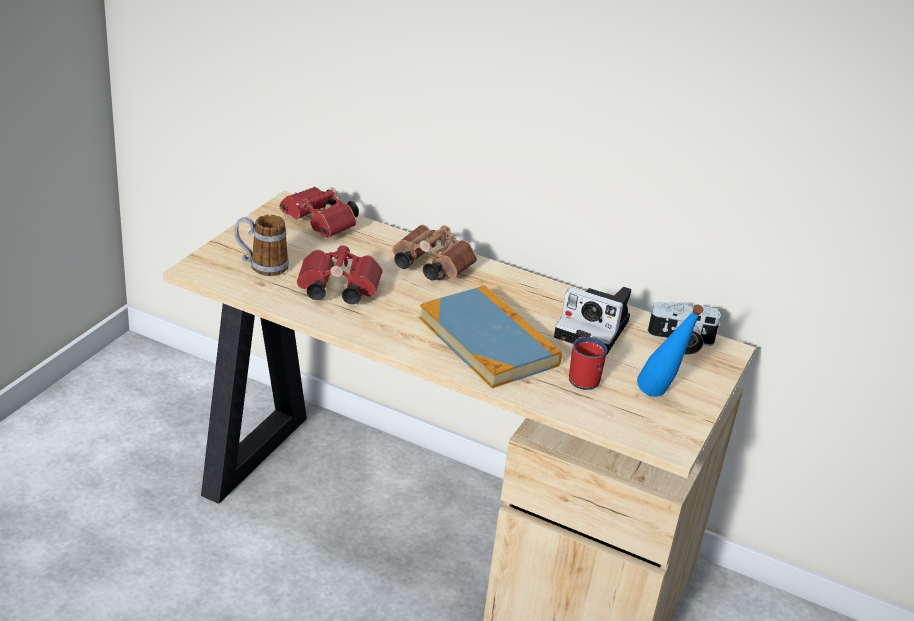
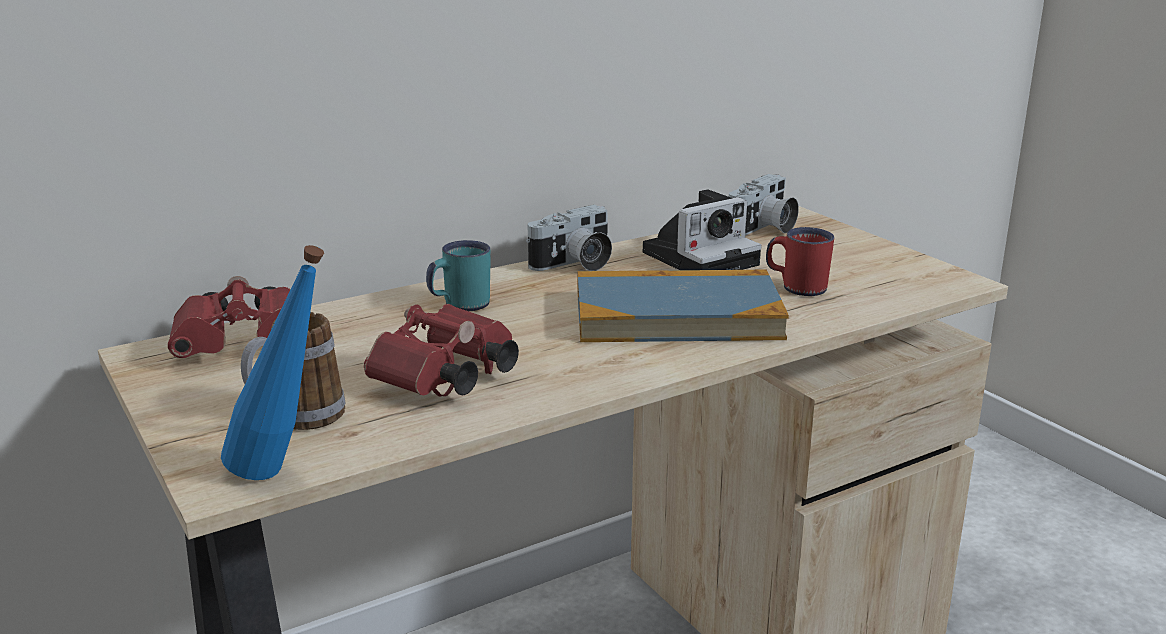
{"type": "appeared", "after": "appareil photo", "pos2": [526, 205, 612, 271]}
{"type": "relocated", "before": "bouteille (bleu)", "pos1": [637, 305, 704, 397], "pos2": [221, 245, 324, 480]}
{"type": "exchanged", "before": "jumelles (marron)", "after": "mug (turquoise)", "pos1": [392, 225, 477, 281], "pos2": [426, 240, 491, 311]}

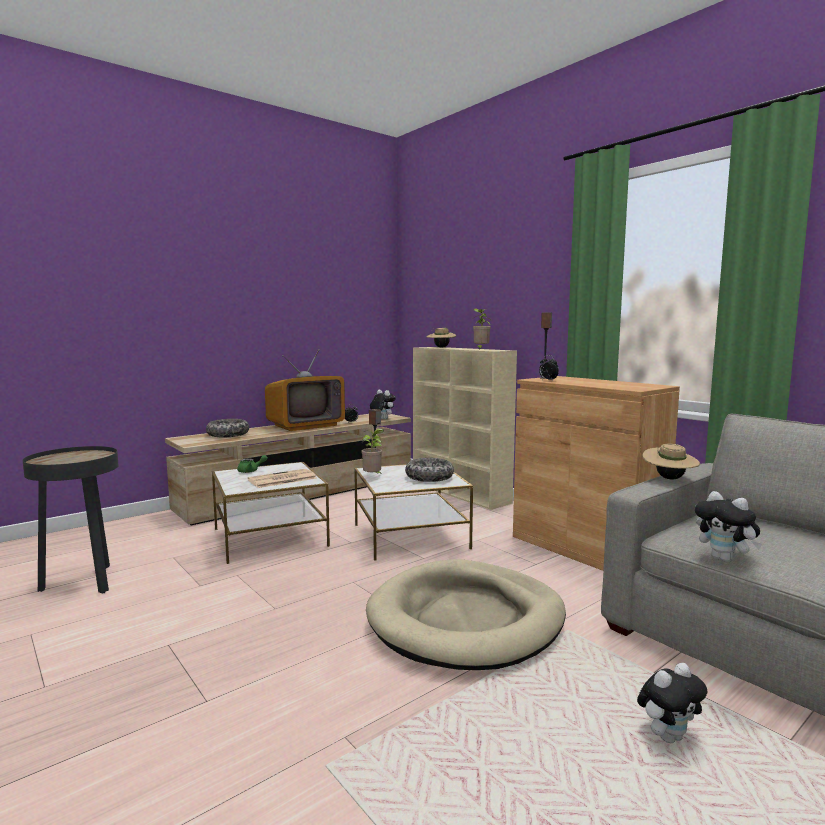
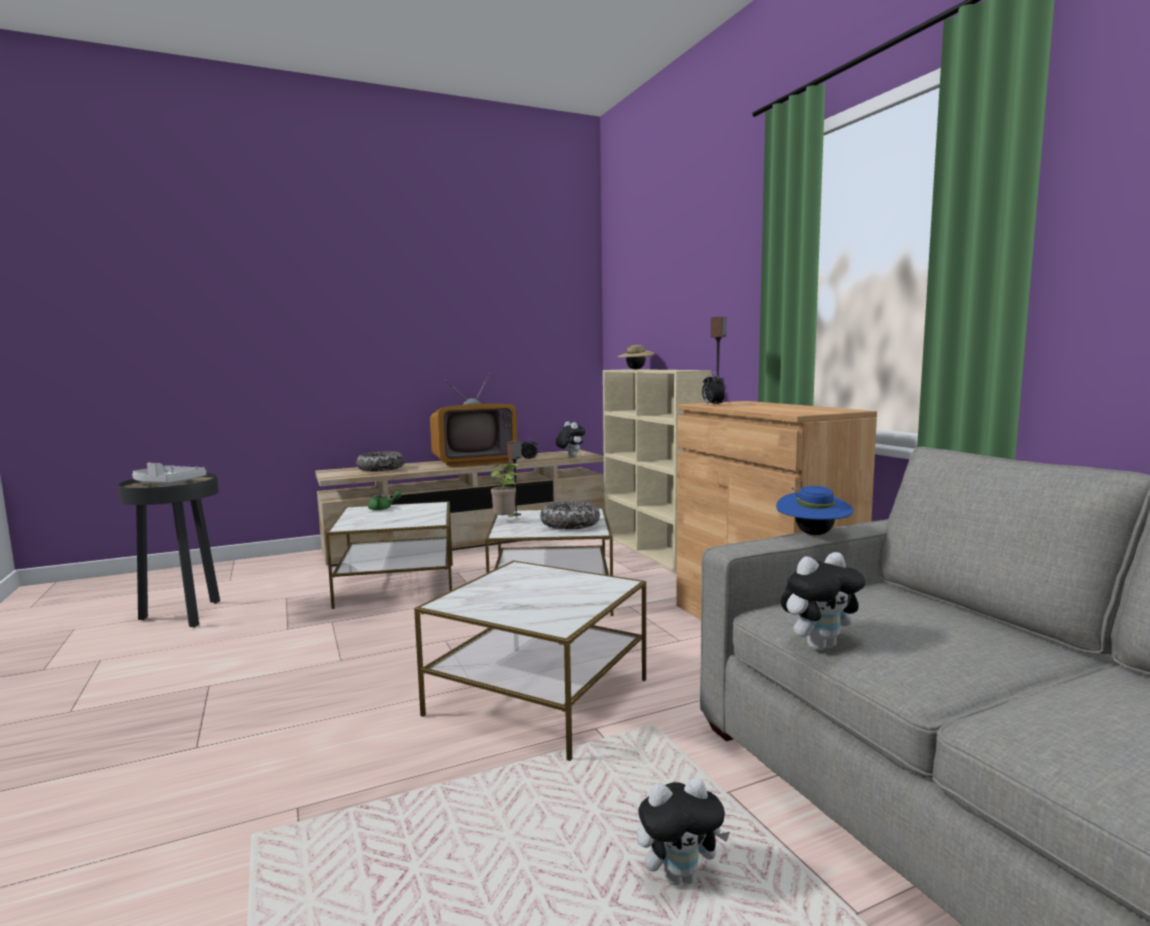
{"type": "missing", "before": "journal", "pos1": [248, 469, 317, 488]}
{"type": "missing", "before": "plante en pot", "pos1": [473, 309, 491, 349]}
{"type": "appeared", "after": "plateau (gris)", "pos2": [132, 463, 206, 484]}
{"type": "exchanged", "before": "panier pour chien (beige)", "after": "table d'appoint", "pos1": [366, 559, 566, 670], "pos2": [414, 560, 646, 761]}
{"type": "colour", "before": "chapeau (beige)", "after": "chapeau (bleu)", "pos1": [643, 444, 700, 480], "pos2": [776, 486, 853, 535]}
{"type": "spun", "before": "peluche", "pos1": [695, 491, 762, 562], "pos2": [781, 552, 865, 650], "turn": -90}

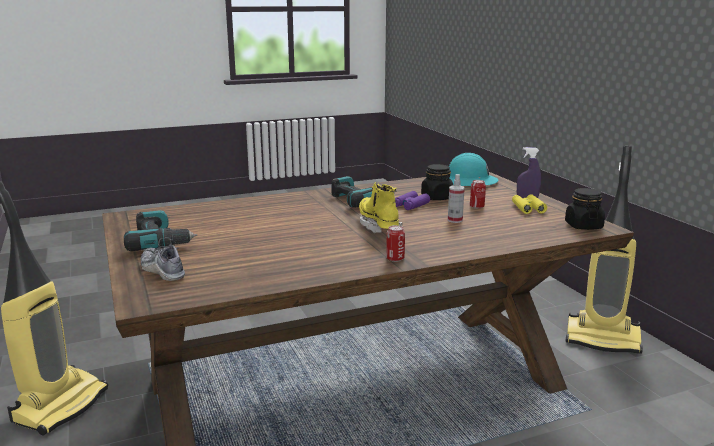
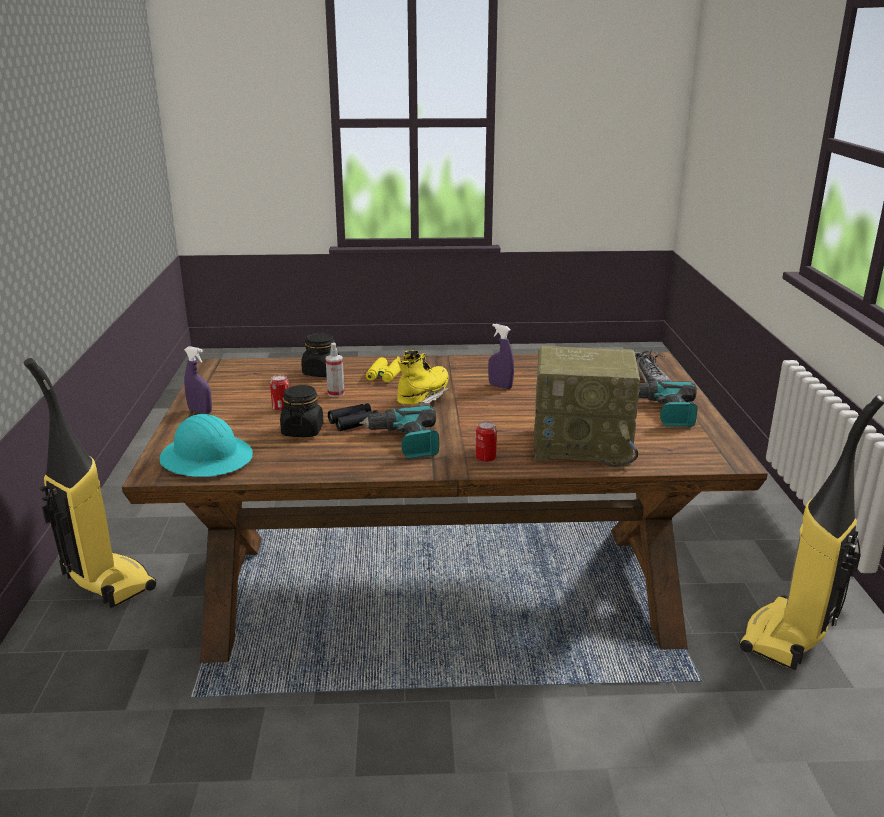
{"type": "appeared", "after": "vaporisateur (violet)", "pos2": [488, 324, 514, 389]}
{"type": "appeared", "after": "radio", "pos2": [533, 346, 640, 467]}
{"type": "relocated", "before": "boîte métallique", "pos1": [386, 225, 405, 262], "pos2": [476, 421, 497, 462]}
{"type": "relocated", "before": "jumelles (jaune)", "pos1": [512, 195, 547, 214], "pos2": [366, 357, 402, 382]}
{"type": "relocated", "before": "bocal (noir)", "pos1": [565, 188, 605, 230], "pos2": [301, 332, 339, 377]}
{"type": "colour", "before": "jumelles (violet)", "after": "jumelles (noir)", "pos1": [395, 191, 430, 210], "pos2": [328, 403, 379, 431]}
{"type": "spun", "before": "botte (jaune)", "pos1": [359, 182, 403, 233], "pos2": [397, 350, 449, 406], "turn": -150}

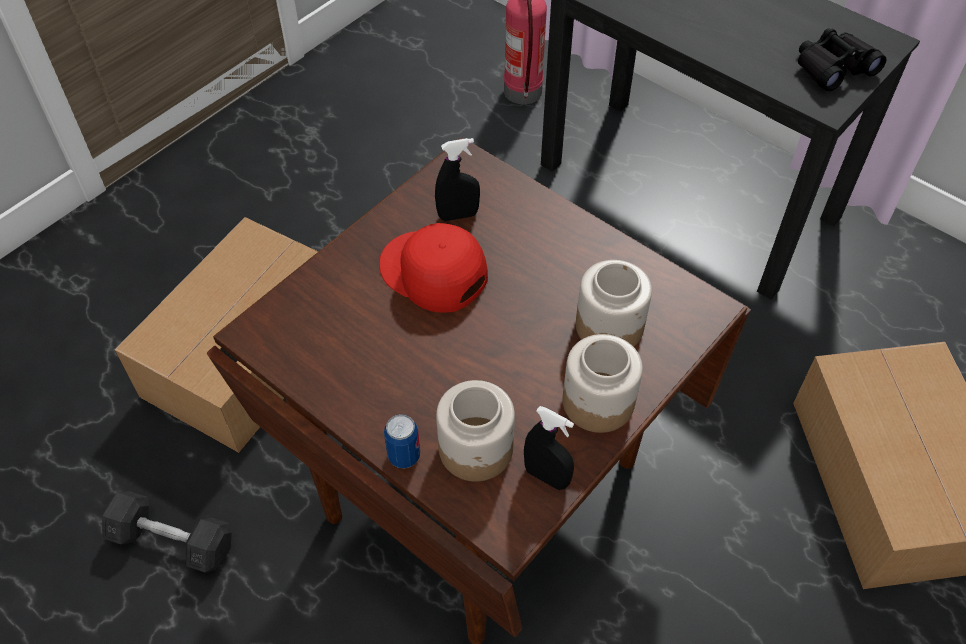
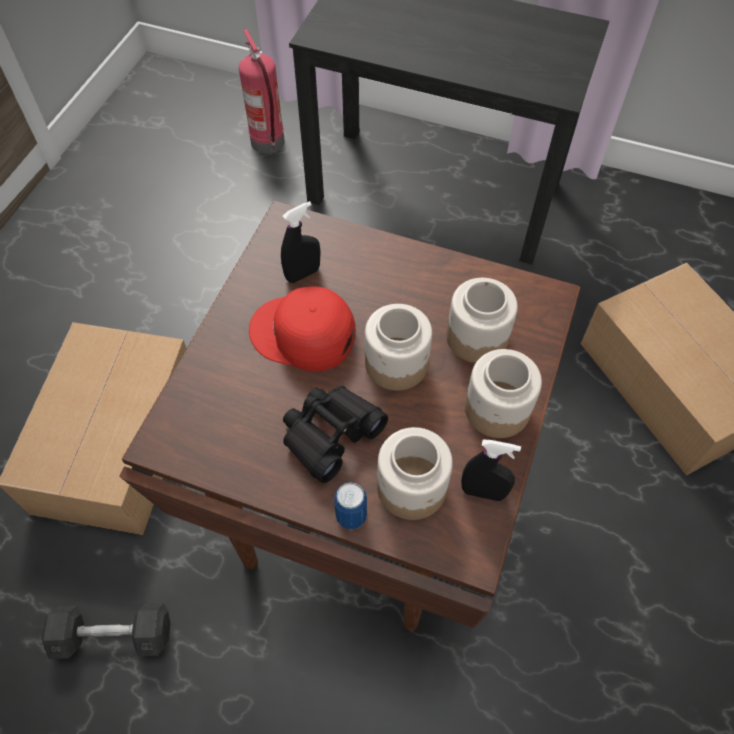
{"type": "appeared", "after": "bocal", "pos2": [365, 304, 432, 391]}
{"type": "relocated", "before": "jumelles (noir)", "pos1": [798, 28, 886, 91], "pos2": [283, 386, 388, 483]}

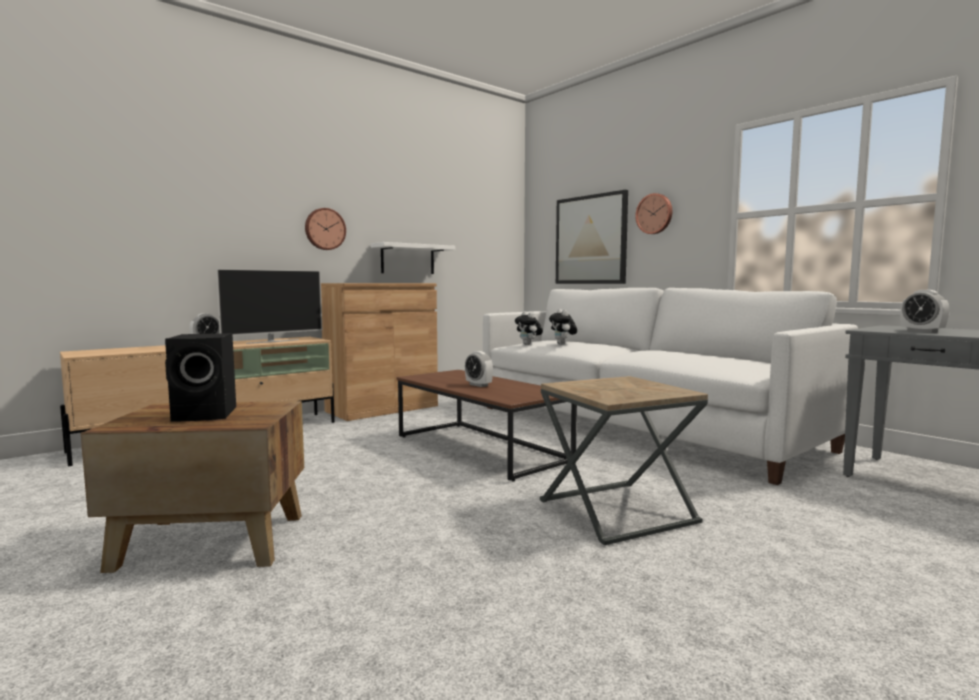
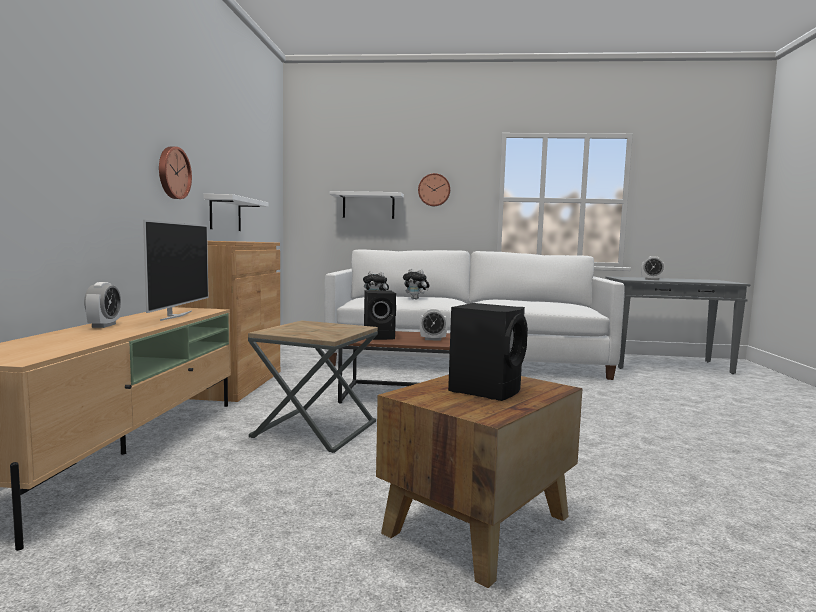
{"type": "appeared", "after": "enceinte (noir)", "pos2": [364, 290, 396, 340]}
{"type": "relocated", "before": "table d'appoint (marron)", "pos1": [540, 376, 708, 545], "pos2": [248, 320, 378, 453]}
{"type": "exchanged", "before": "tableau", "after": "étagère (blanc)", "pos1": [556, 190, 628, 284], "pos2": [329, 191, 404, 219]}

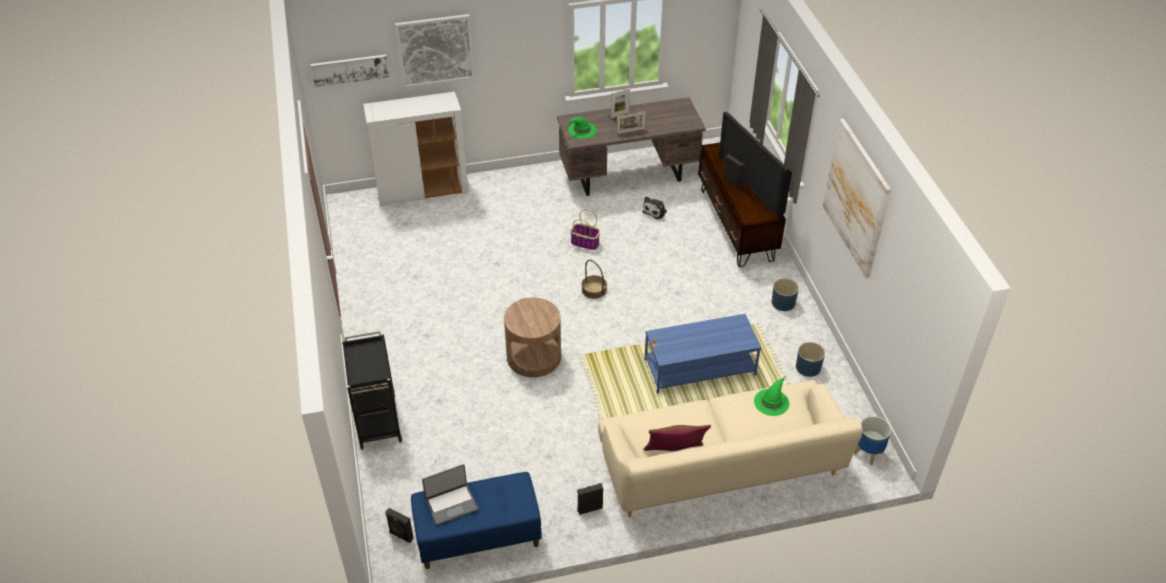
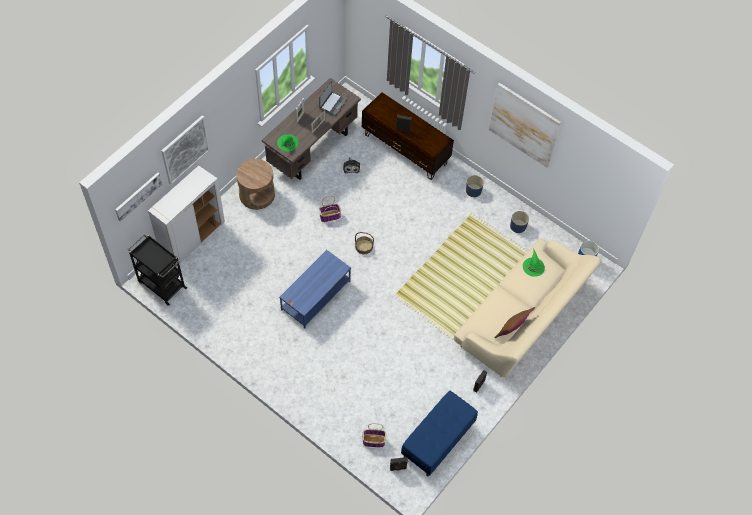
{"type": "missing", "before": "téléviseur", "pos1": [719, 111, 792, 217]}
{"type": "appeared", "after": "panier", "pos2": [363, 423, 386, 447]}
{"type": "relocated", "before": "chariot (noir)", "pos1": [342, 331, 402, 450], "pos2": [128, 234, 187, 305]}
{"type": "relocated", "before": "ordinateur portable", "pos1": [422, 464, 478, 525], "pos2": [319, 80, 347, 116]}
{"type": "relocated", "before": "table d'appoint (marron)", "pos1": [504, 298, 561, 377], "pos2": [236, 159, 275, 210]}
{"type": "relocated", "before": "table basse (bleu)", "pos1": [645, 314, 761, 394], "pos2": [279, 250, 351, 328]}

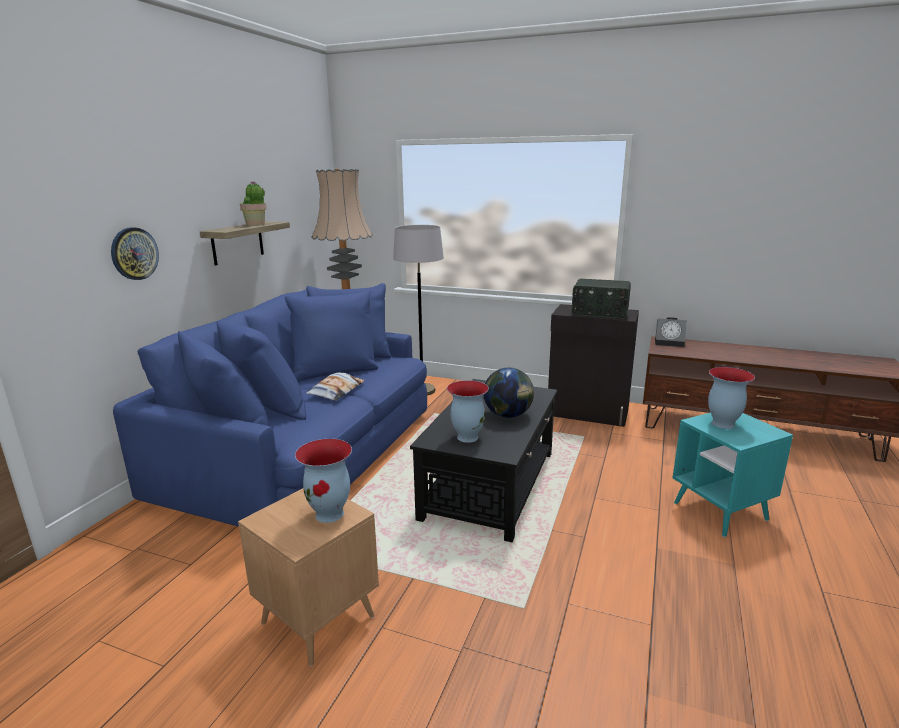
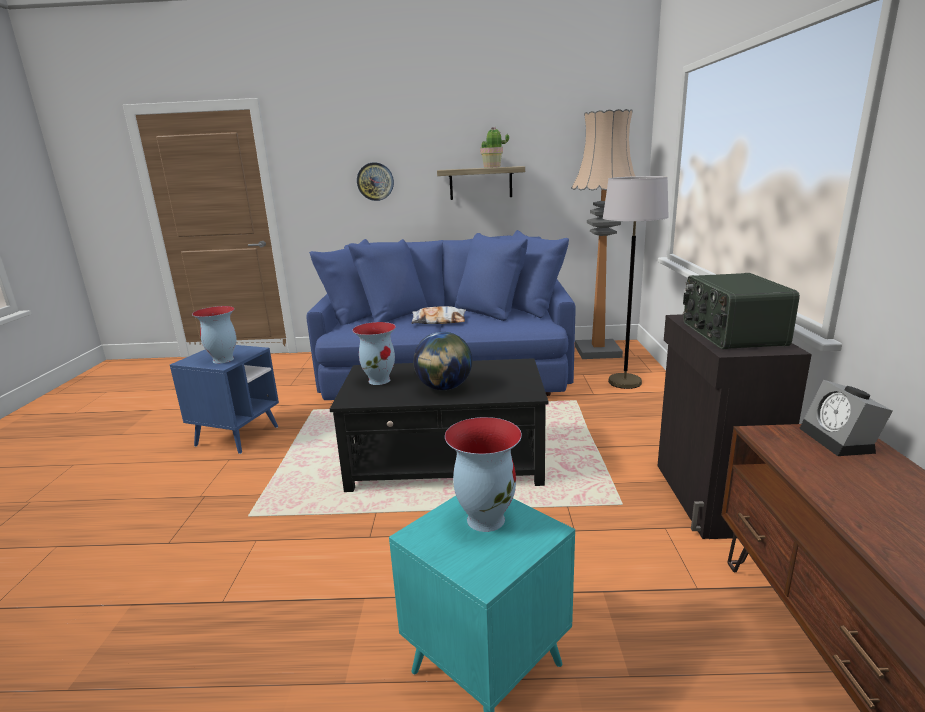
{"type": "colour", "before": "table d'appoint (marron)", "after": "table d'appoint (bleu)", "pos1": [238, 488, 379, 666], "pos2": [170, 345, 279, 454]}

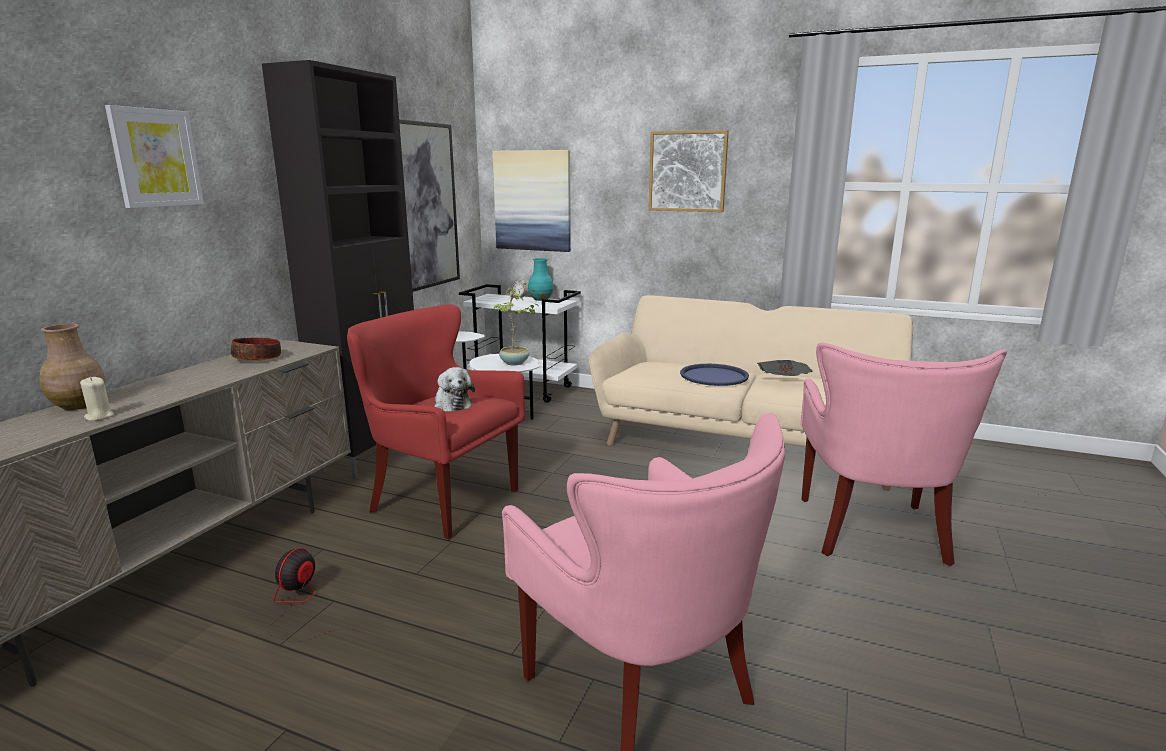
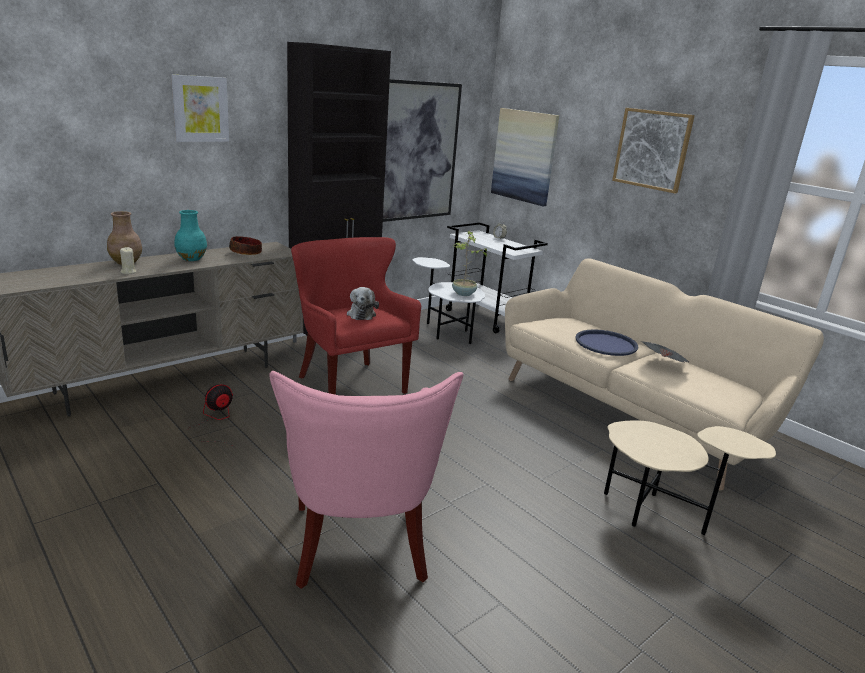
{"type": "relocated", "before": "vase (turquoise)", "pos1": [528, 258, 554, 301], "pos2": [174, 210, 207, 261]}
{"type": "exchanged", "before": "fauteuil (rose)", "after": "table d'appoint (beige)", "pos1": [800, 342, 1007, 566], "pos2": [604, 420, 776, 535]}

